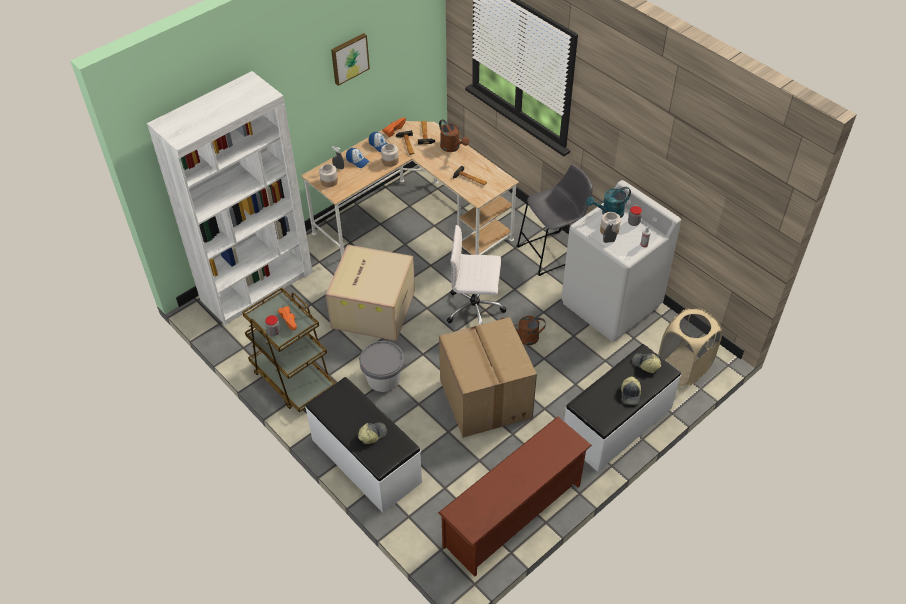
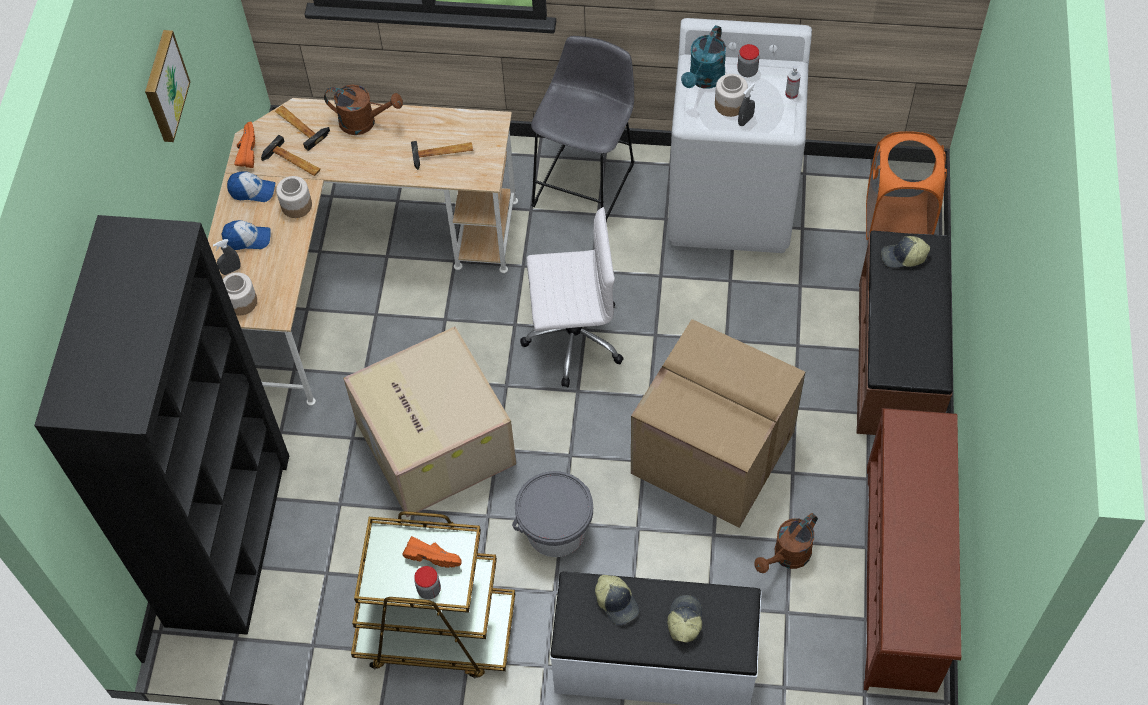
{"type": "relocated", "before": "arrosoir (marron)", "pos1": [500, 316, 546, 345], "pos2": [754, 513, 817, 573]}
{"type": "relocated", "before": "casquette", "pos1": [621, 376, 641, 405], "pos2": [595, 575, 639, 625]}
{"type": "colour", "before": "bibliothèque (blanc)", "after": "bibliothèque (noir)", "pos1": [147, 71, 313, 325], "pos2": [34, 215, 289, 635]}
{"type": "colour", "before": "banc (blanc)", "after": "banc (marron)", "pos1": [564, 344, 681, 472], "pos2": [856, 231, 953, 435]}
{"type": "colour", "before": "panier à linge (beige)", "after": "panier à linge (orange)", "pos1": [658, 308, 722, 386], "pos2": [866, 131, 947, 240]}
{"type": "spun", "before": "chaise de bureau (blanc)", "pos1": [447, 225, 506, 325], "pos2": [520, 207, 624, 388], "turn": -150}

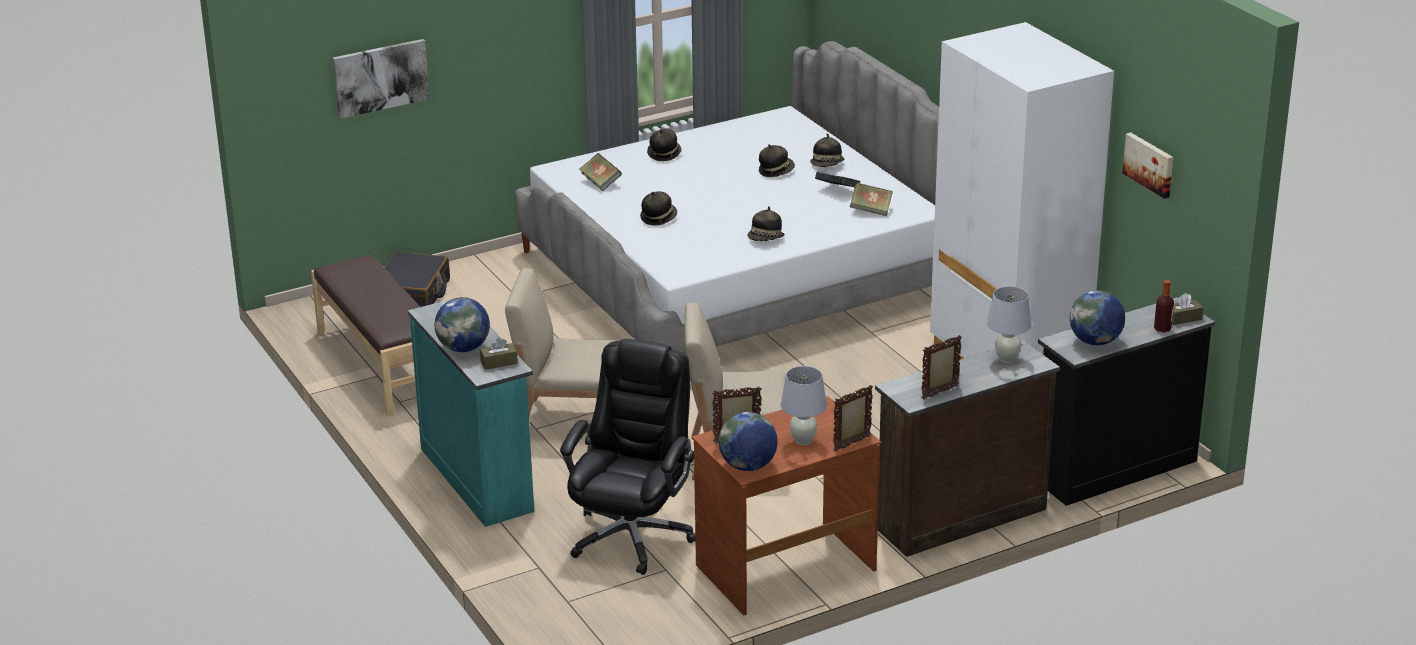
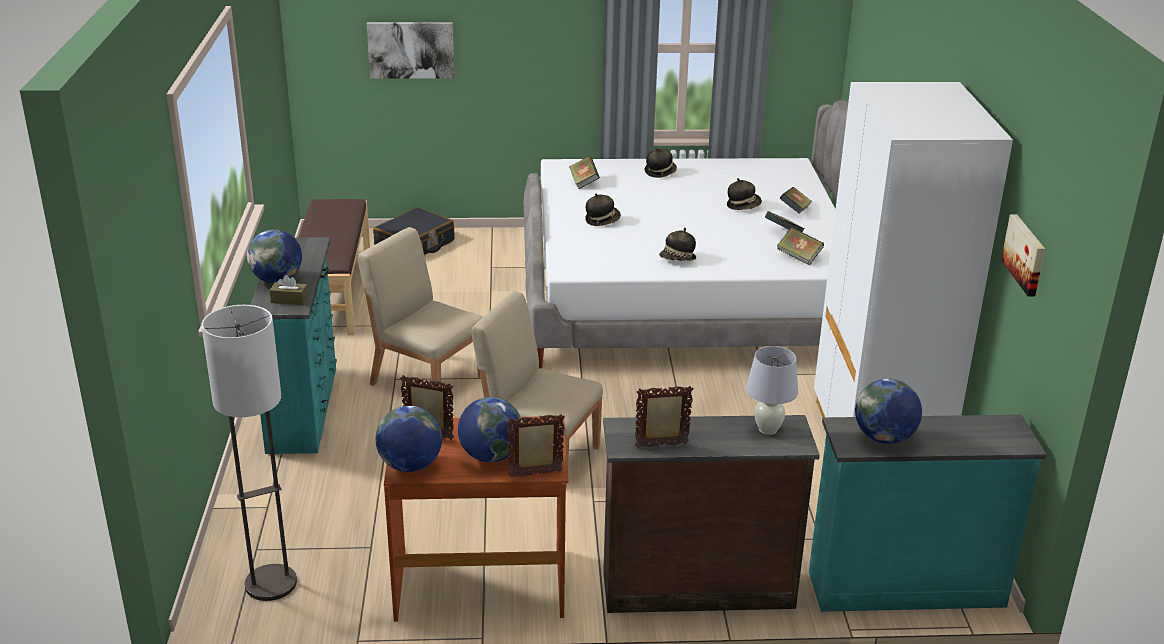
{"type": "missing", "before": "chaise de bureau (noir)", "pos1": [560, 339, 695, 575]}
{"type": "missing", "before": "bouteille", "pos1": [1154, 280, 1174, 333]}
{"type": "missing", "before": "boîte à mouchoirs (marron)", "pos1": [1172, 293, 1204, 325]}
{"type": "appeared", "after": "lampadaire", "pos2": [201, 305, 297, 601]}
{"type": "exchanged", "before": "lampe de table (blanc)", "after": "globe", "pos1": [781, 366, 827, 446], "pos2": [458, 397, 522, 462]}
{"type": "exchanged", "before": "chapeau", "after": "livre", "pos1": [810, 133, 845, 167], "pos2": [780, 187, 813, 214]}
{"type": "colour", "before": "commode (noir)", "after": "commode (turquoise)", "pos1": [1038, 297, 1215, 506], "pos2": [809, 415, 1046, 612]}

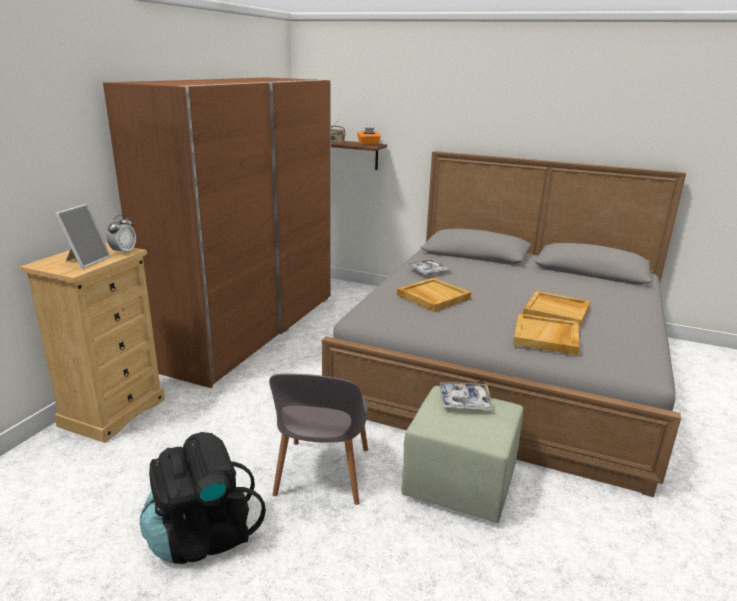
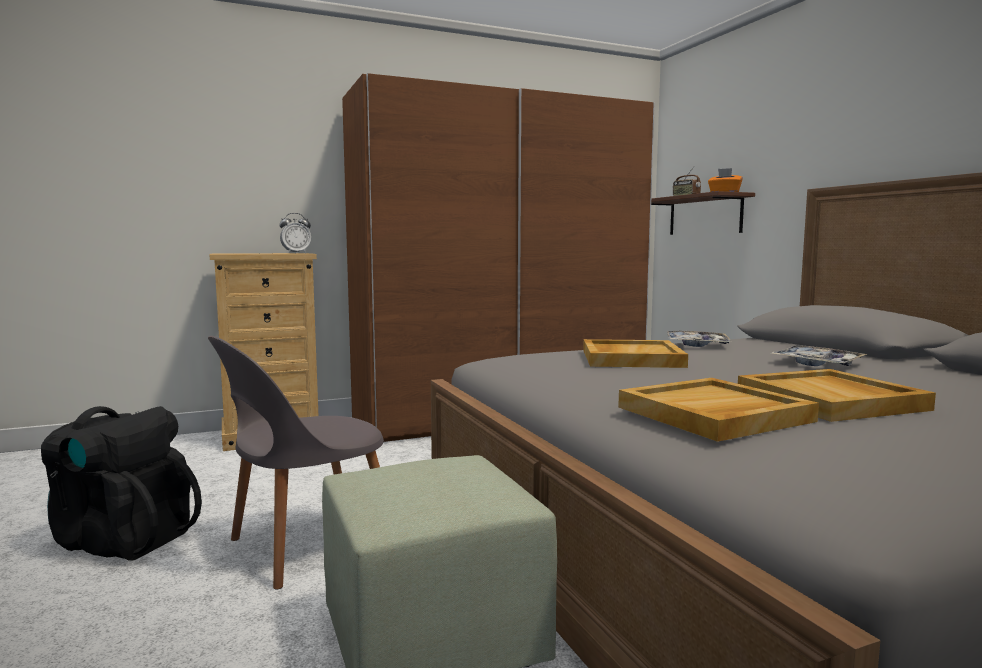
{"type": "missing", "before": "cadre photo", "pos1": [55, 204, 111, 269]}
{"type": "relocated", "before": "plateau", "pos1": [440, 382, 494, 410], "pos2": [770, 345, 867, 366]}

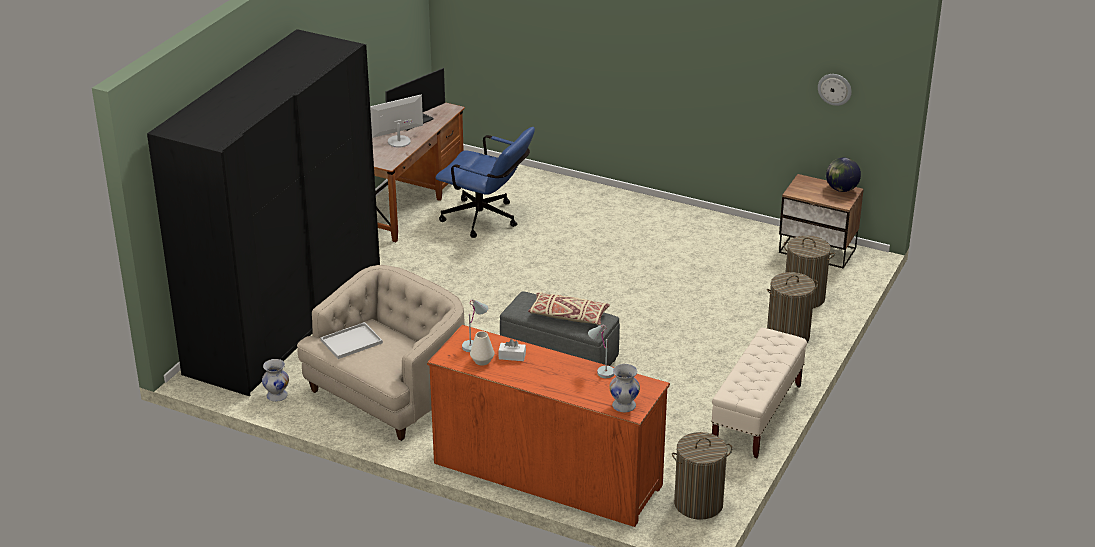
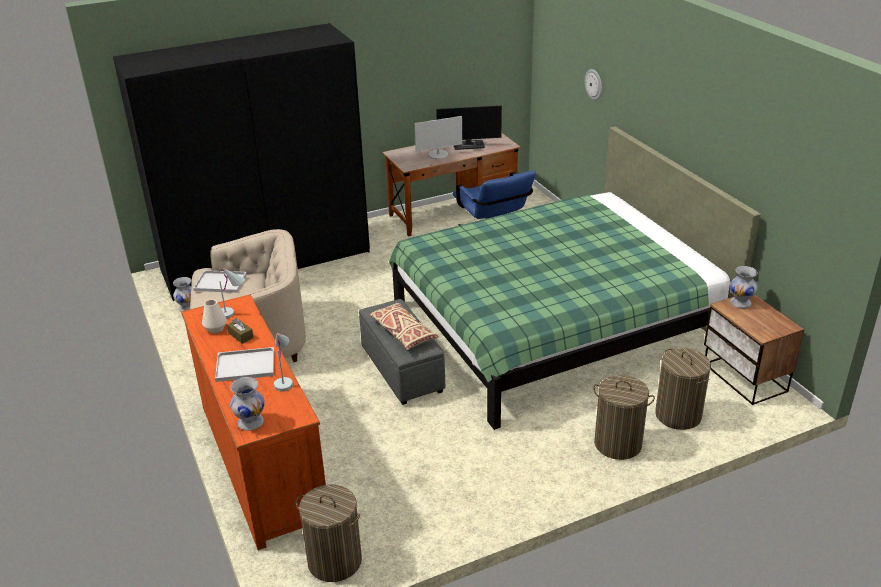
{"type": "missing", "before": "banc (beige)", "pos1": [711, 328, 807, 458]}
{"type": "missing", "before": "globe", "pos1": [826, 157, 861, 192]}
{"type": "appeared", "after": "plateau (blanc)", "pos2": [215, 347, 274, 382]}
{"type": "appeared", "after": "lit (vert)", "pos2": [389, 127, 761, 430]}
{"type": "appeared", "after": "vase (blanc)", "pos2": [730, 266, 758, 308]}
{"type": "relocated", "before": "horloge murale", "pos1": [818, 74, 852, 106], "pos2": [585, 69, 602, 100]}
{"type": "colour", "before": "boîte à mouchoirs (blanc)", "after": "boîte à mouchoirs (marron)", "pos1": [498, 339, 526, 361], "pos2": [227, 318, 254, 344]}
{"type": "spun", "before": "écran d'ordinateur", "pos1": [370, 95, 423, 148], "pos2": [415, 116, 462, 159], "turn": 150}

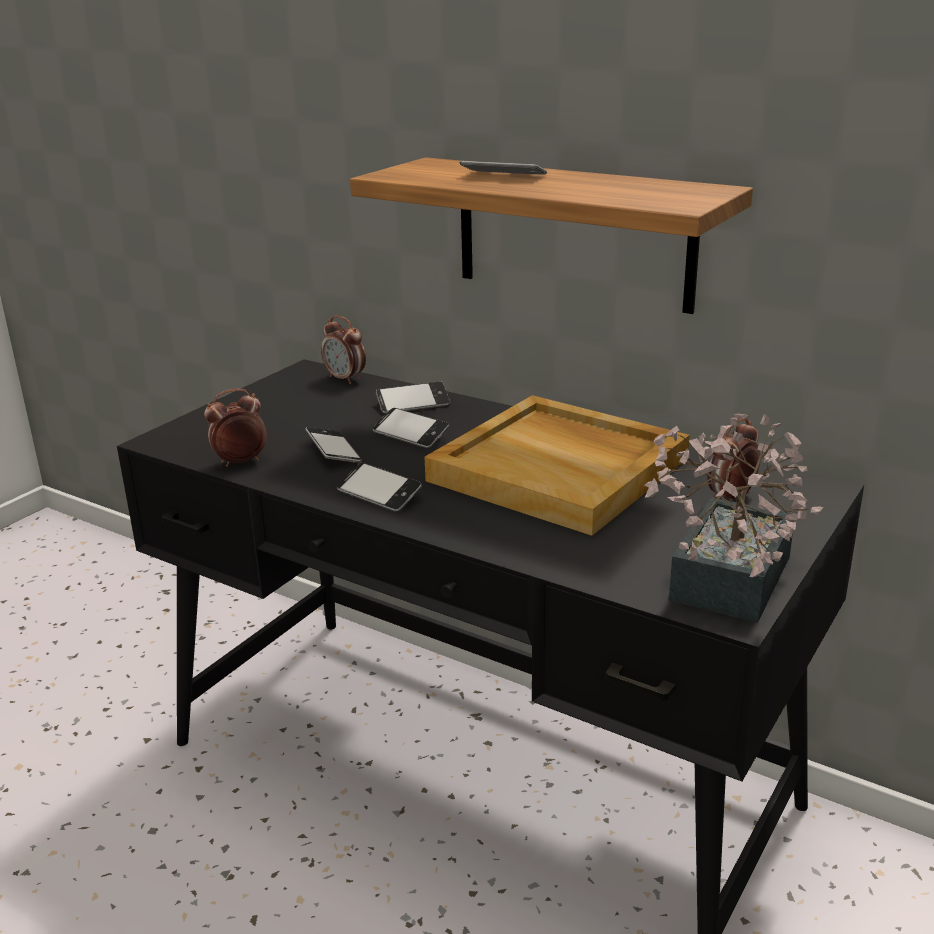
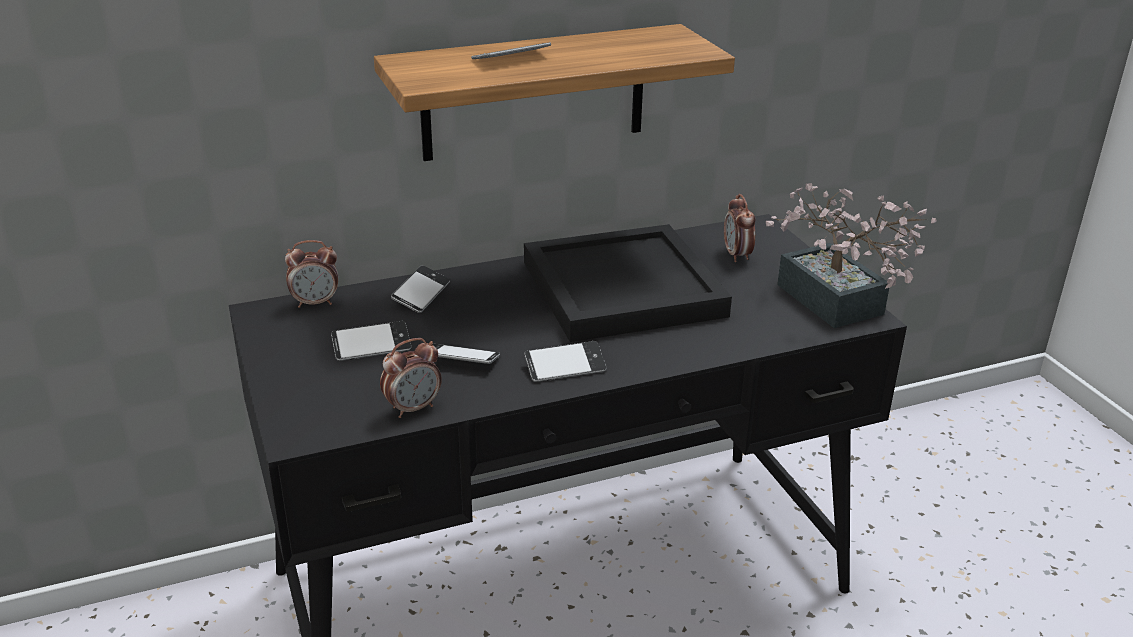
{"type": "relocated", "before": "téléphone", "pos1": [373, 408, 449, 448], "pos2": [331, 321, 411, 361]}
{"type": "colour", "before": "plateau (beige)", "after": "plateau (noir)", "pos1": [424, 395, 690, 536], "pos2": [524, 224, 732, 342]}
{"type": "spun", "before": "réveil", "pos1": [204, 389, 267, 467], "pos2": [380, 338, 442, 418], "turn": -135}

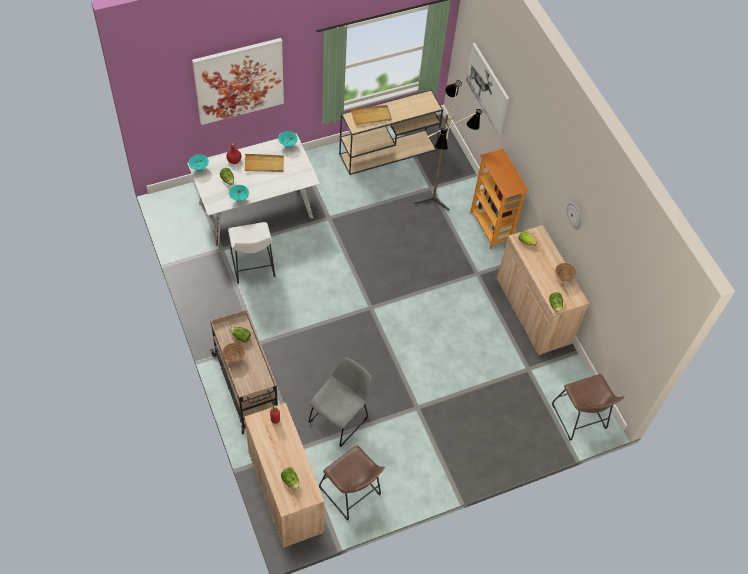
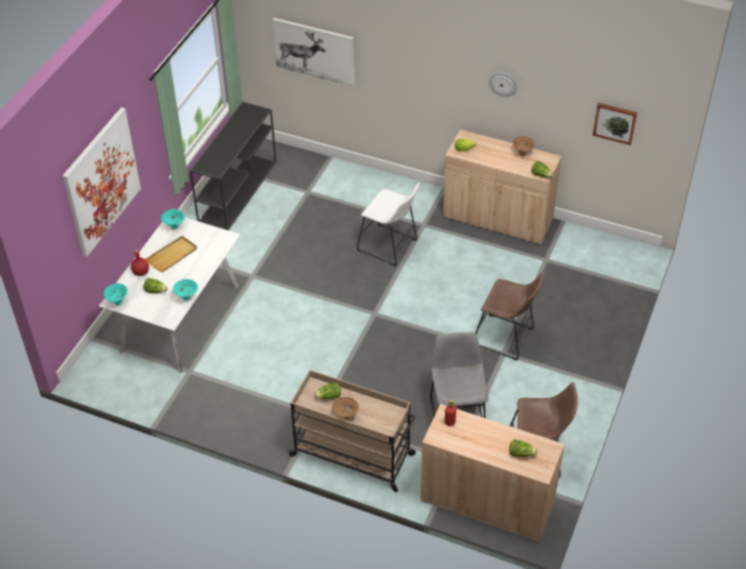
{"type": "missing", "before": "plateau (beige)", "pos1": [351, 105, 392, 125]}
{"type": "missing", "before": "lampadaire", "pos1": [414, 80, 482, 211]}
{"type": "missing", "before": "bibliothèque", "pos1": [470, 148, 529, 249]}
{"type": "appeared", "after": "tableau", "pos2": [593, 103, 637, 145]}
{"type": "relocated", "before": "tabouret (blanc)", "pos1": [228, 222, 275, 284], "pos2": [357, 183, 420, 266]}
{"type": "relocated", "before": "tabouret (marron)", "pos1": [552, 374, 625, 441], "pos2": [475, 272, 544, 361]}
{"type": "colour", "before": "table console (beige)", "after": "table console (noir)", "pos1": [339, 89, 443, 175], "pos2": [190, 101, 276, 230]}

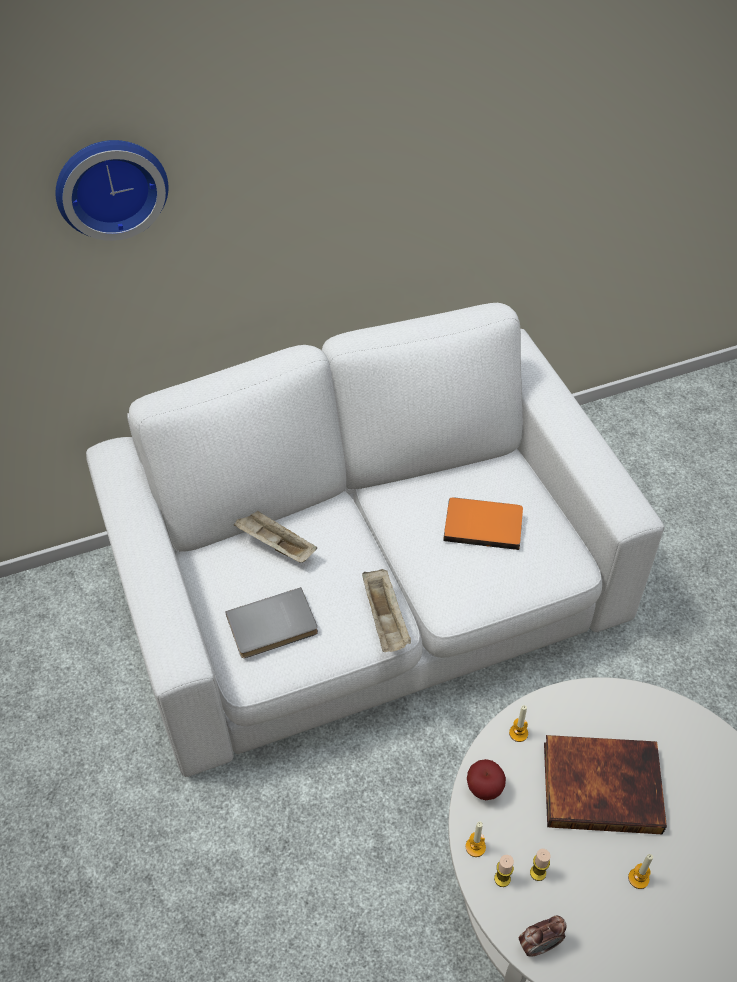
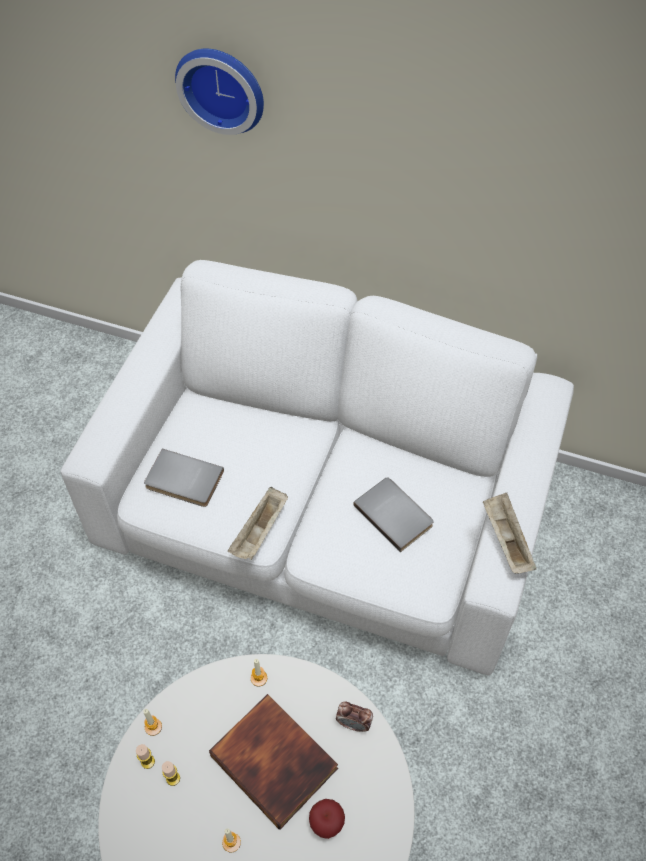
{"type": "relocated", "before": "plateau (beige)", "pos1": [234, 510, 317, 563], "pos2": [483, 493, 536, 574]}
{"type": "relocated", "before": "pomme", "pos1": [467, 759, 506, 800], "pos2": [309, 799, 345, 839]}
{"type": "relocated", "before": "réveil", "pos1": [519, 915, 567, 957], "pos2": [336, 701, 373, 732]}
{"type": "colour", "before": "livre (orange)", "after": "livre (gris)", "pos1": [443, 497, 523, 550], "pos2": [353, 477, 433, 552]}

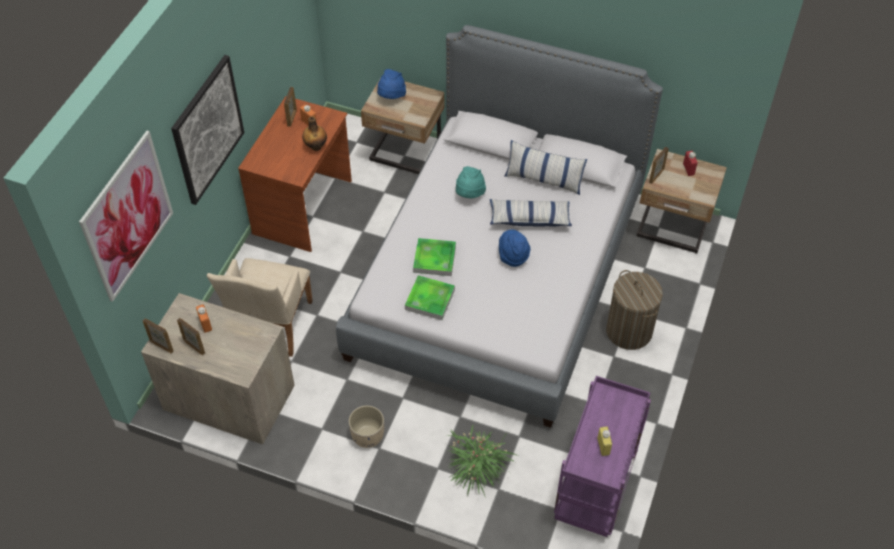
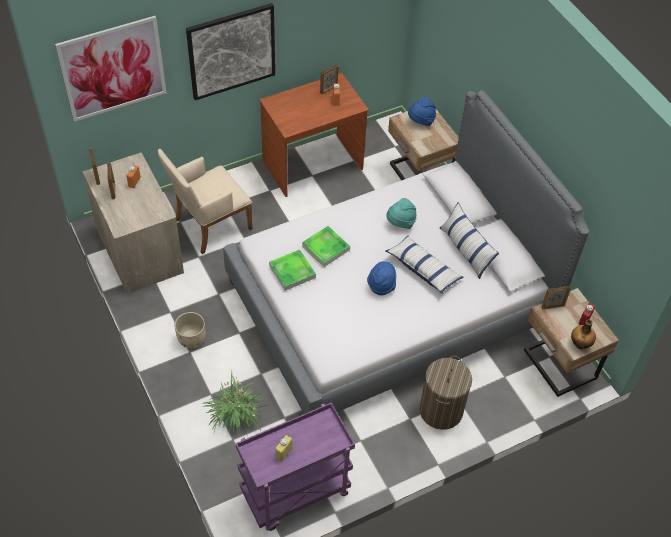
{"type": "relocated", "before": "bouteille", "pos1": [302, 116, 327, 151], "pos2": [571, 319, 596, 349]}

